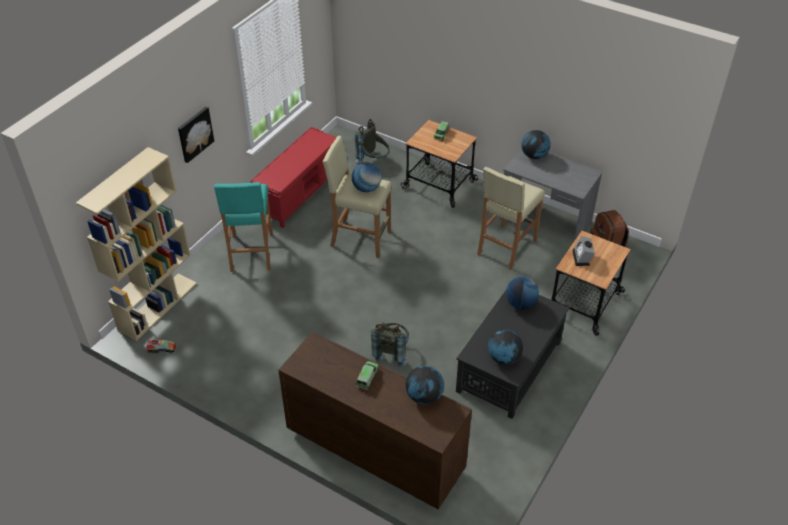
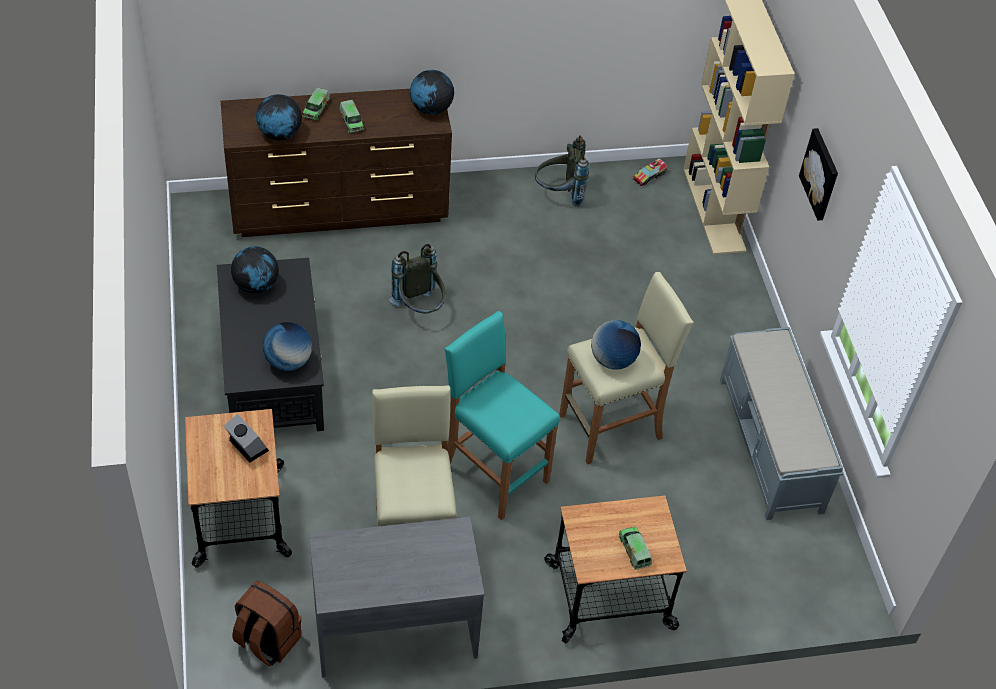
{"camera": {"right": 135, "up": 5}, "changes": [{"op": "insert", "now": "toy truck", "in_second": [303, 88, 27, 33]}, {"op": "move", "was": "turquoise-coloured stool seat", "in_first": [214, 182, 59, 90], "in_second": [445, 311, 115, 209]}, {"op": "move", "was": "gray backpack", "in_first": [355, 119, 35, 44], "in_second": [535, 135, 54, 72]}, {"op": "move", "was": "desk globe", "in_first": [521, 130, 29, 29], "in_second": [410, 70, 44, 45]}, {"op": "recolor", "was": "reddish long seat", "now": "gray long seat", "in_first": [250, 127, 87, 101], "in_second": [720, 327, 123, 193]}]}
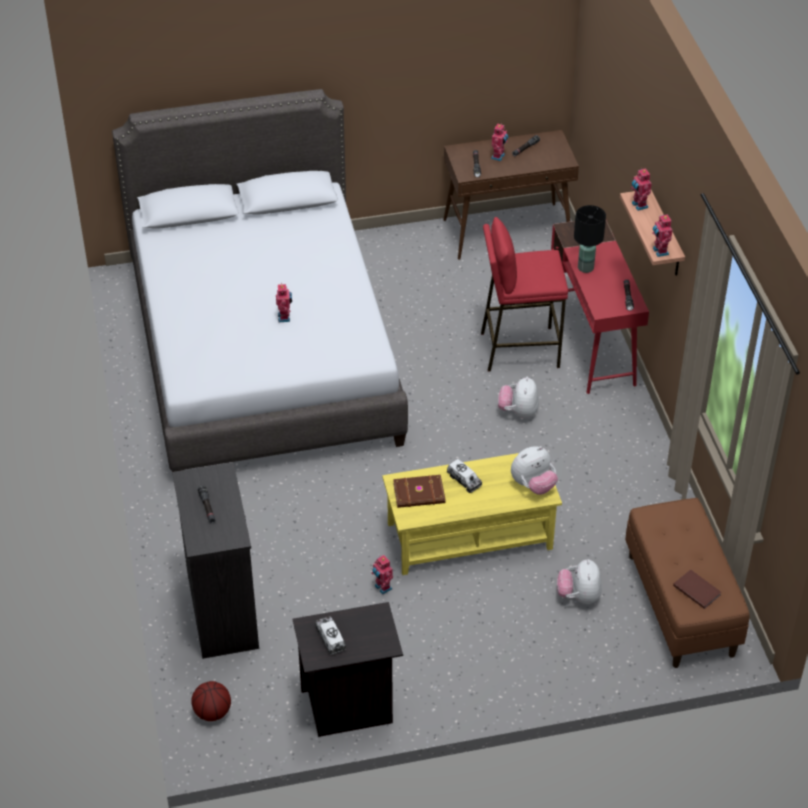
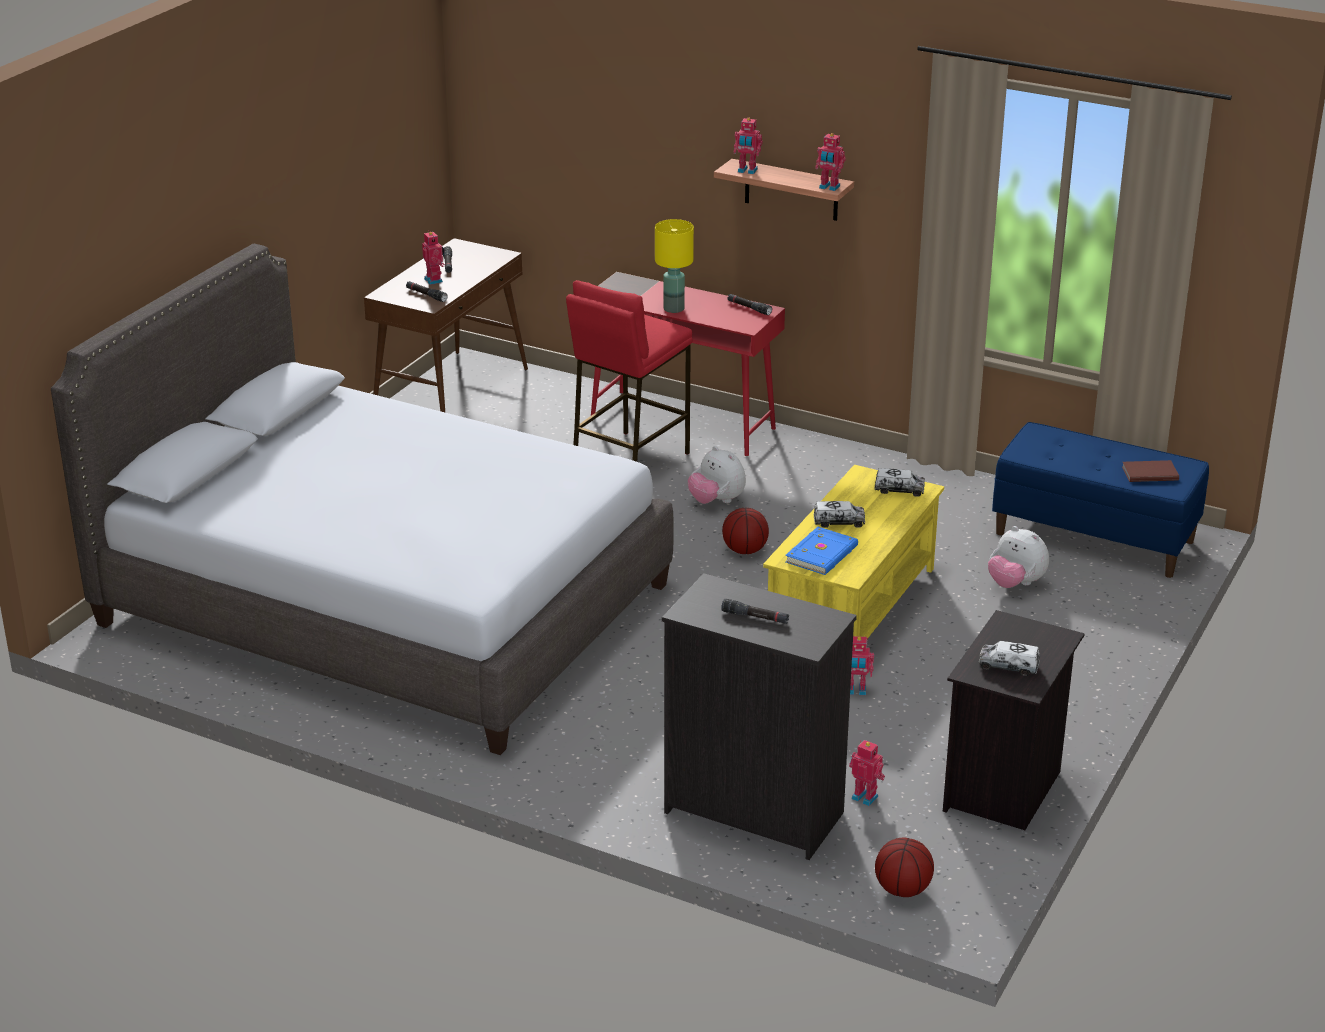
{"camera": {"right": -50, "up": -15}, "changes": [{"op": "insert", "now": "ball for basketball", "in_second": [722, 508, 47, 46]}, {"op": "move", "was": "model robot", "in_first": [276, 284, 16, 38], "in_second": [849, 740, 36, 66]}, {"op": "replace", "was": "cuddly toy", "now": "toy truck", "in_first": [511, 446, 47, 49], "in_second": [874, 468, 51, 29]}, {"op": "recolor", "was": "brownish bound book", "now": "blue bound book", "in_first": [393, 475, 53, 33], "in_second": [786, 527, 72, 48]}, {"op": "recolor", "was": "black-coloured lamp for a table", "now": "yellowish lamp for a table", "in_first": [574, 205, 32, 68], "in_second": [655, 219, 39, 94]}, {"op": "recolor", "was": "brownish long seat", "now": "blue long seat", "in_first": [625, 498, 124, 170], "in_second": [992, 422, 217, 156]}]}
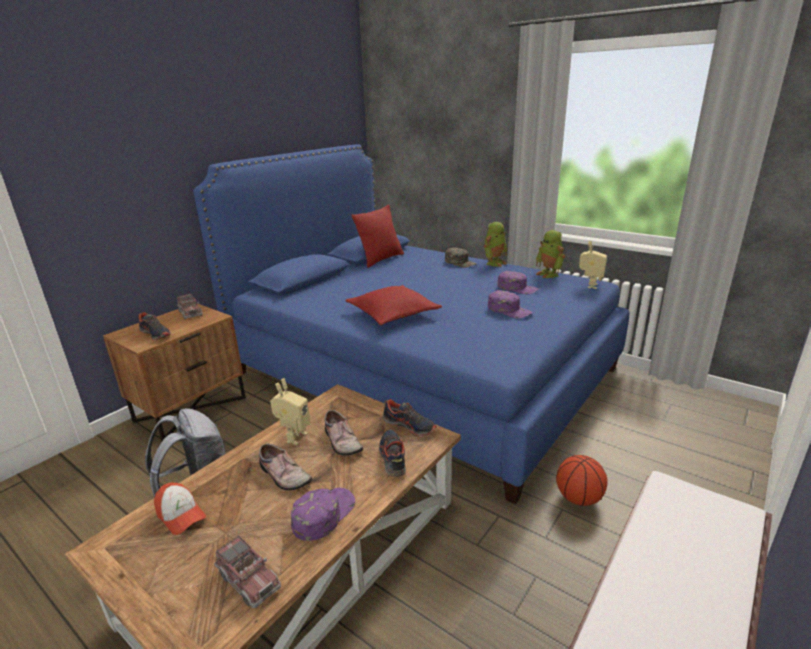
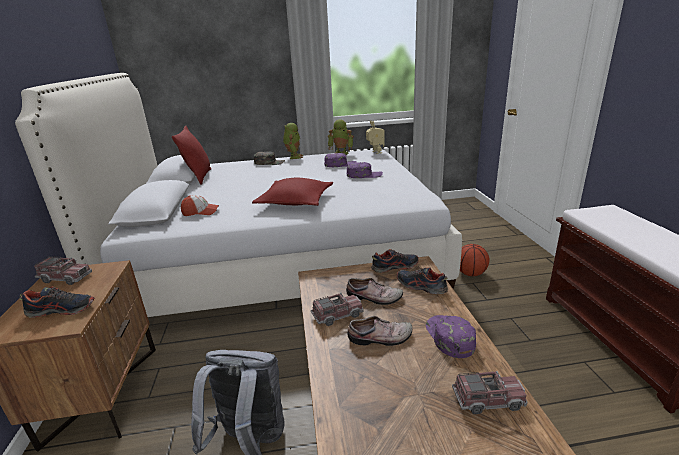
{"camera": {"right": -45, "up": 0}, "changes": [{"op": "move", "was": "baseball cap", "in_first": [154, 482, 52, 53], "in_second": [181, 195, 38, 21]}, {"op": "replace", "was": "model robot", "now": "toy truck", "in_first": [270, 378, 40, 67], "in_second": [311, 293, 53, 33]}, {"op": "recolor", "was": "blue bedroom bed", "now": "white bedroom bed", "in_first": [193, 144, 436, 360], "in_second": [15, 73, 447, 244]}]}
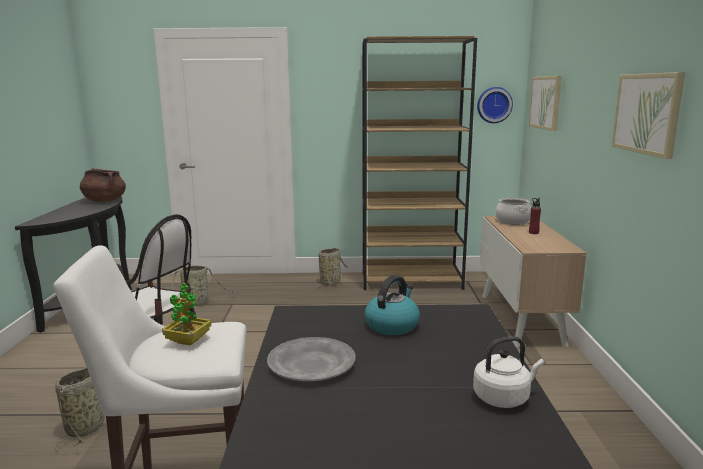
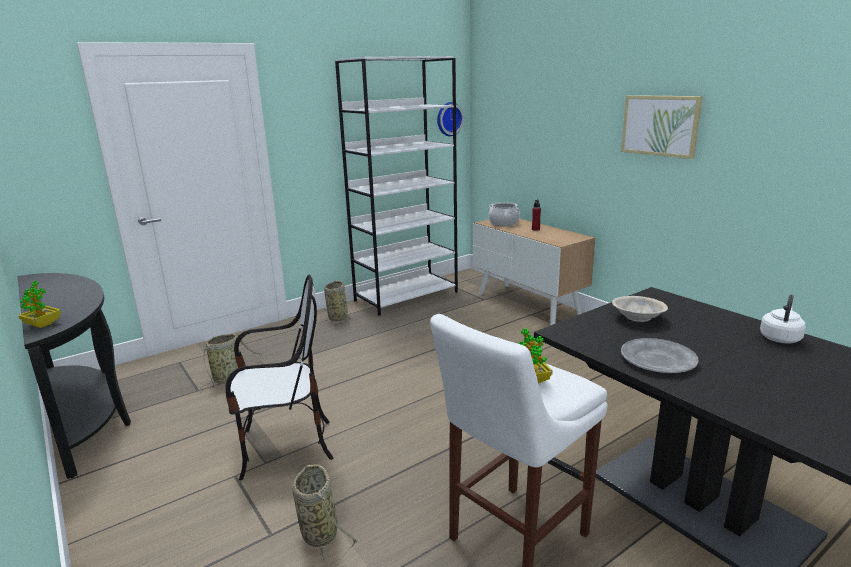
{"camera": {"right": -35, "up": 5}, "changes": [{"op": "delete", "was": "brownish saucepot", "in_first": [80, 168, 46, 34]}, {"op": "delete", "was": "wall art", "in_first": [529, 76, 33, 55]}, {"op": "insert", "now": "houseplant", "in_second": [18, 281, 43, 47]}, {"op": "replace", "was": "kettle", "now": "beige deep dish", "in_first": [365, 275, 55, 60], "in_second": [612, 296, 56, 26]}, {"op": "recolor", "was": "brownish bookcase", "now": "white bookcase", "in_first": [362, 36, 115, 254], "in_second": [335, 56, 123, 260]}]}
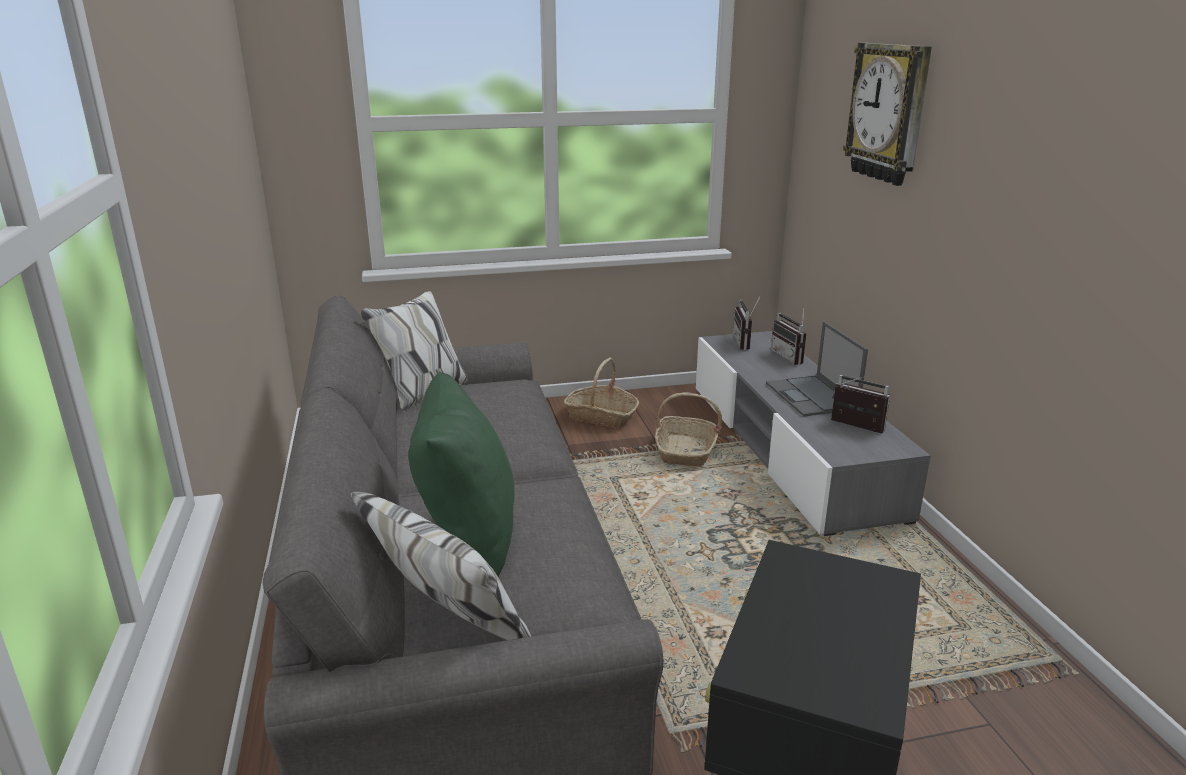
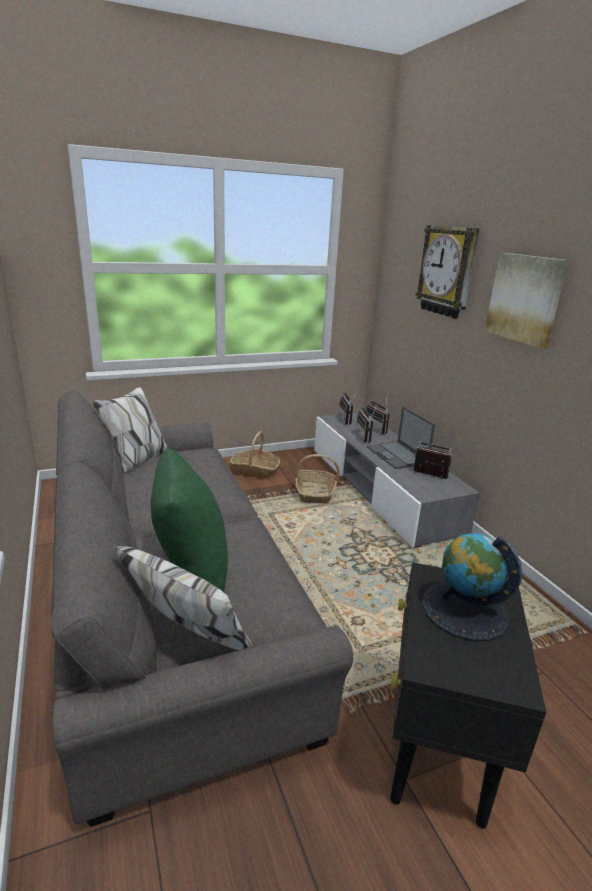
{"camera": {"right": -10, "up": 0}, "changes": [{"op": "insert", "now": "radio", "in_second": [356, 404, 21, 39]}, {"op": "insert", "now": "desk globe", "in_second": [422, 533, 100, 108]}, {"op": "insert", "now": "wall art", "in_second": [485, 253, 83, 95]}]}
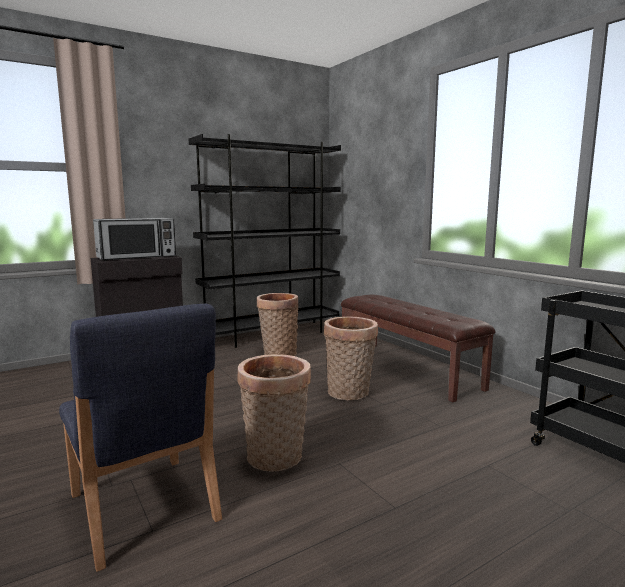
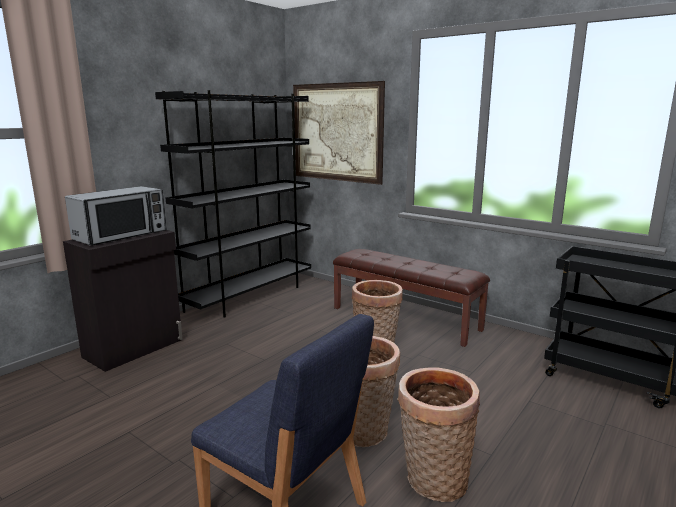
{"camera": {"right": -20, "up": 5}, "changes": [{"op": "insert", "now": "wall art", "in_second": [293, 81, 92, 104]}, {"op": "move", "was": "household basket", "in_first": [257, 293, 42, 63], "in_second": [397, 368, 83, 134]}]}
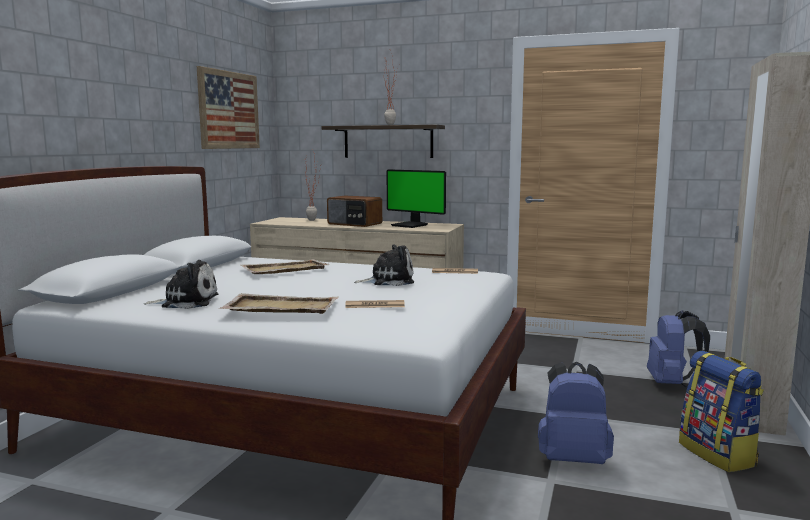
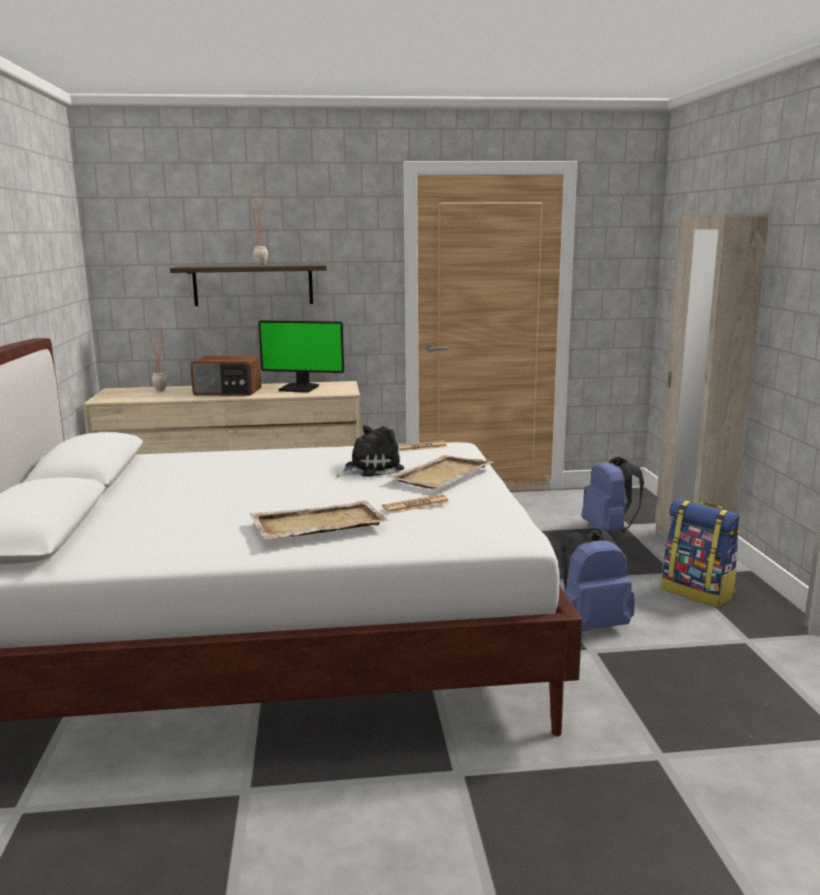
{"camera": {"right": -25, "up": 5}, "changes": [{"op": "delete", "was": "cuddly toy", "in_first": [144, 260, 74, 49]}, {"op": "delete", "was": "wall art", "in_first": [197, 66, 63, 83]}, {"op": "move", "was": "beige tray", "in_first": [240, 259, 90, 15], "in_second": [387, 455, 107, 34]}]}
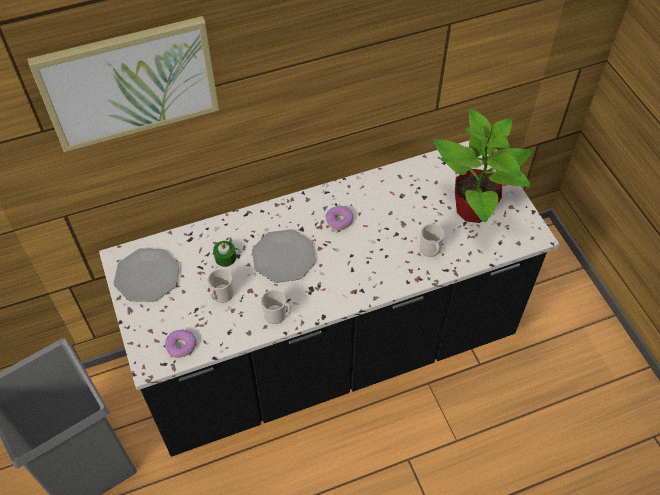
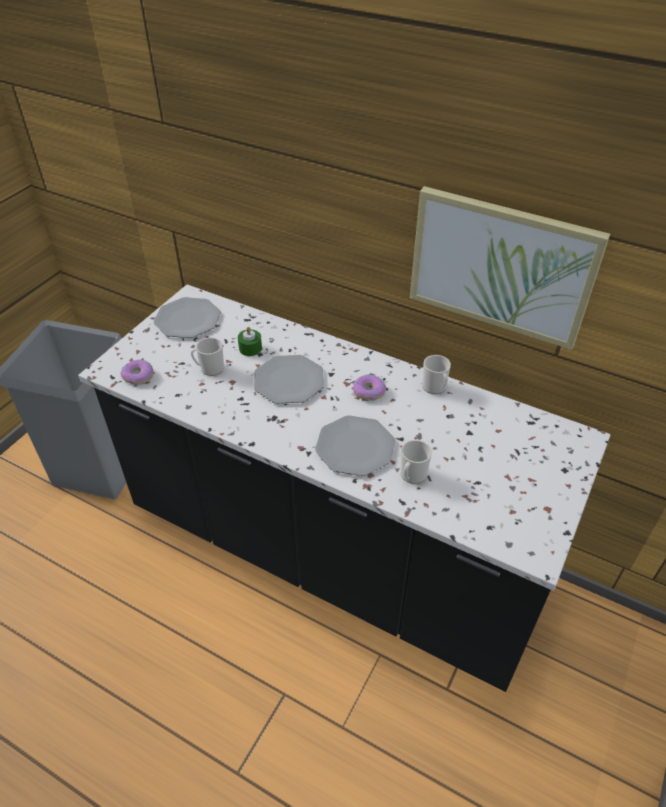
{"camera": {"right": 50, "up": -10}, "changes": [{"op": "delete", "was": "houseplant", "in_first": [433, 109, 100, 114]}, {"op": "insert", "now": "dinner plate", "in_second": [315, 415, 80, 61]}, {"op": "move", "was": "wall art", "in_first": [27, 16, 192, 136], "in_second": [410, 186, 200, 164]}, {"op": "move", "was": "tea mug", "in_first": [261, 290, 30, 34], "in_second": [422, 355, 29, 39]}]}
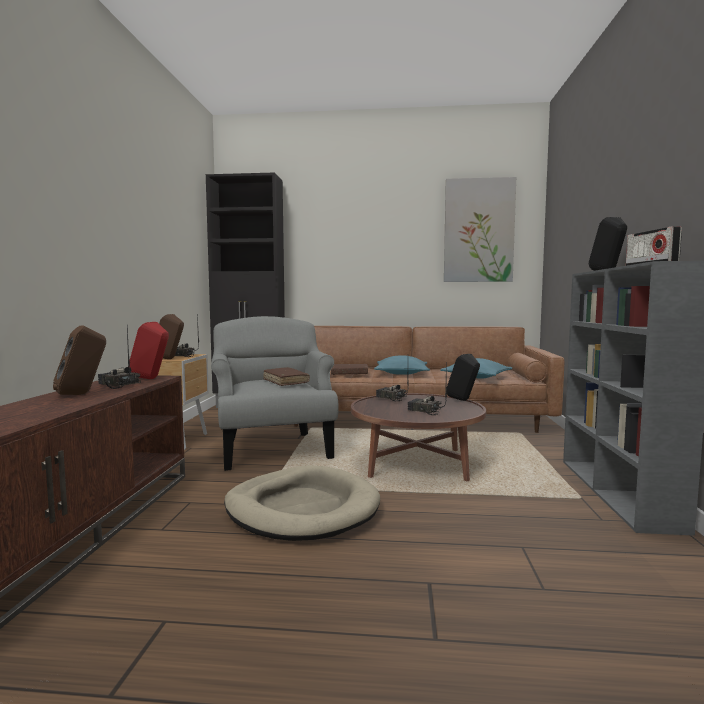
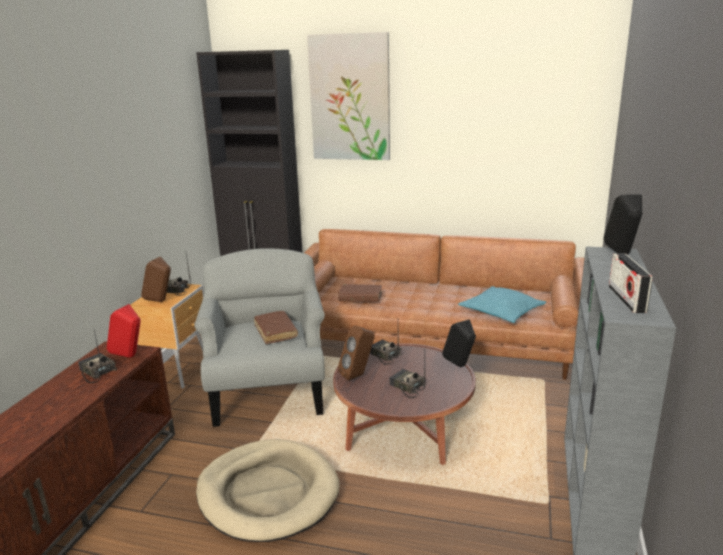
{"camera": {"right": 10, "up": 15}, "changes": [{"op": "delete", "was": "turquoise-coloured cushion", "in_first": [374, 355, 56, 20]}, {"op": "move", "was": "brownish loudspeaker", "in_first": [53, 326, 53, 69], "in_second": [338, 325, 37, 56]}, {"op": "move", "was": "wall art", "in_first": [444, 177, 72, 105], "in_second": [307, 32, 83, 128]}]}
